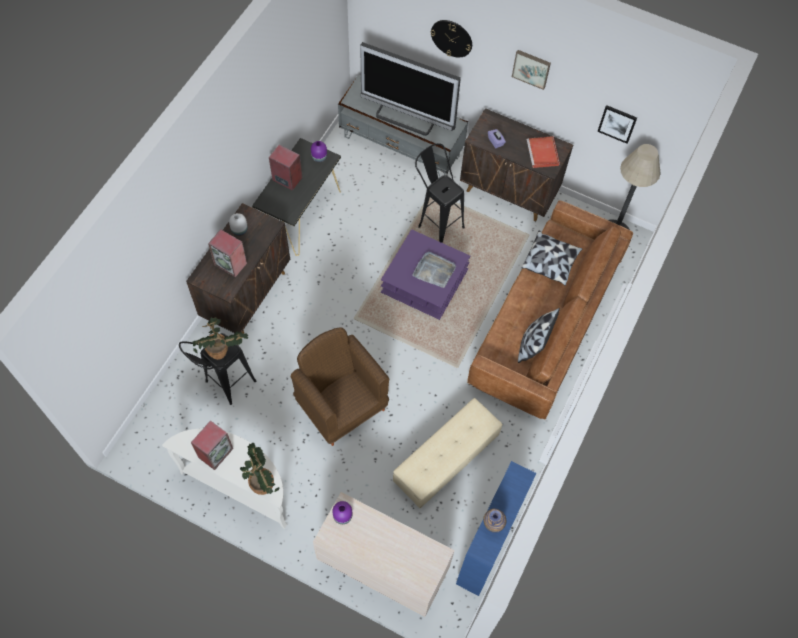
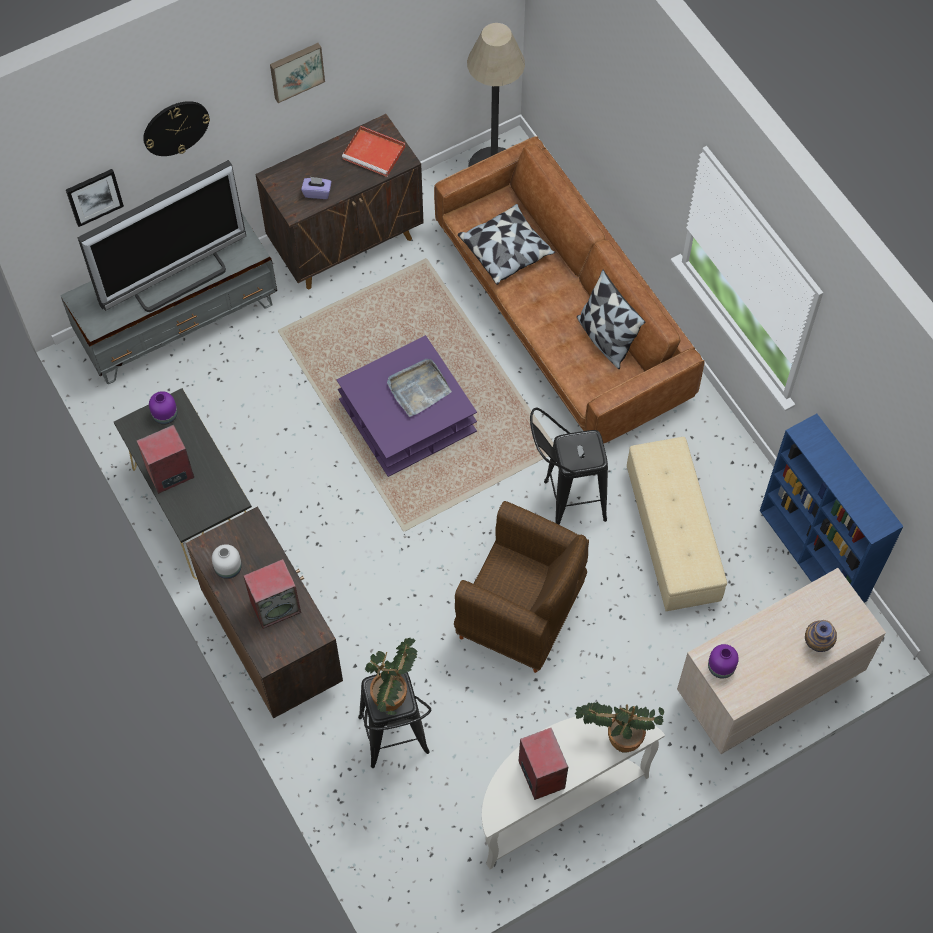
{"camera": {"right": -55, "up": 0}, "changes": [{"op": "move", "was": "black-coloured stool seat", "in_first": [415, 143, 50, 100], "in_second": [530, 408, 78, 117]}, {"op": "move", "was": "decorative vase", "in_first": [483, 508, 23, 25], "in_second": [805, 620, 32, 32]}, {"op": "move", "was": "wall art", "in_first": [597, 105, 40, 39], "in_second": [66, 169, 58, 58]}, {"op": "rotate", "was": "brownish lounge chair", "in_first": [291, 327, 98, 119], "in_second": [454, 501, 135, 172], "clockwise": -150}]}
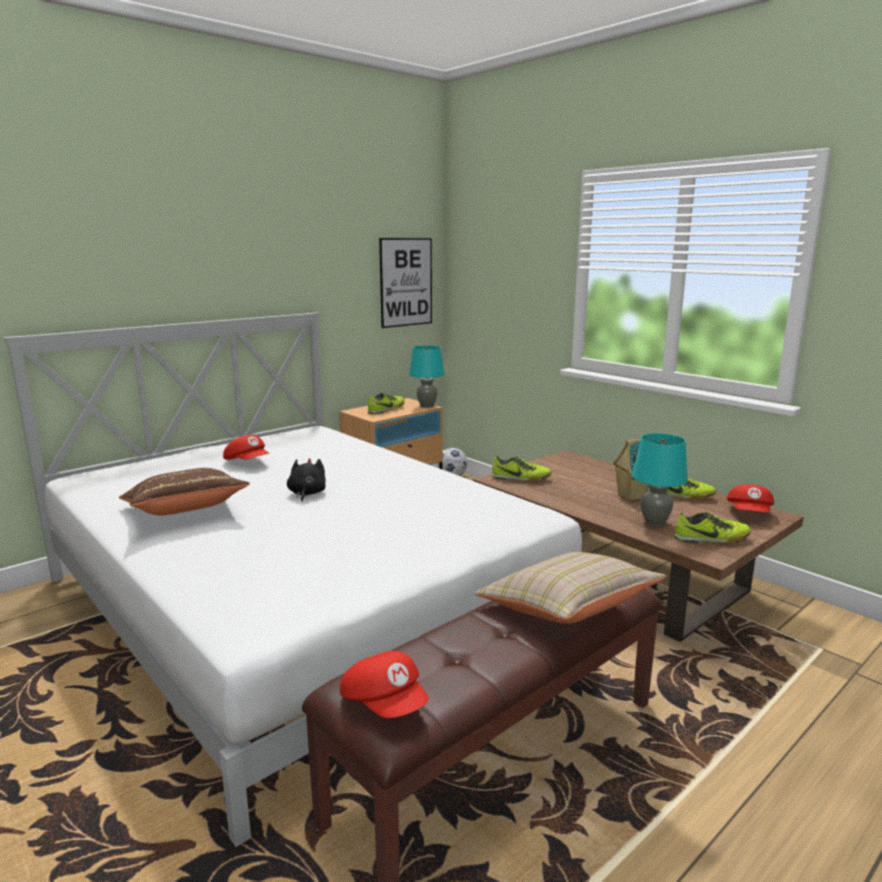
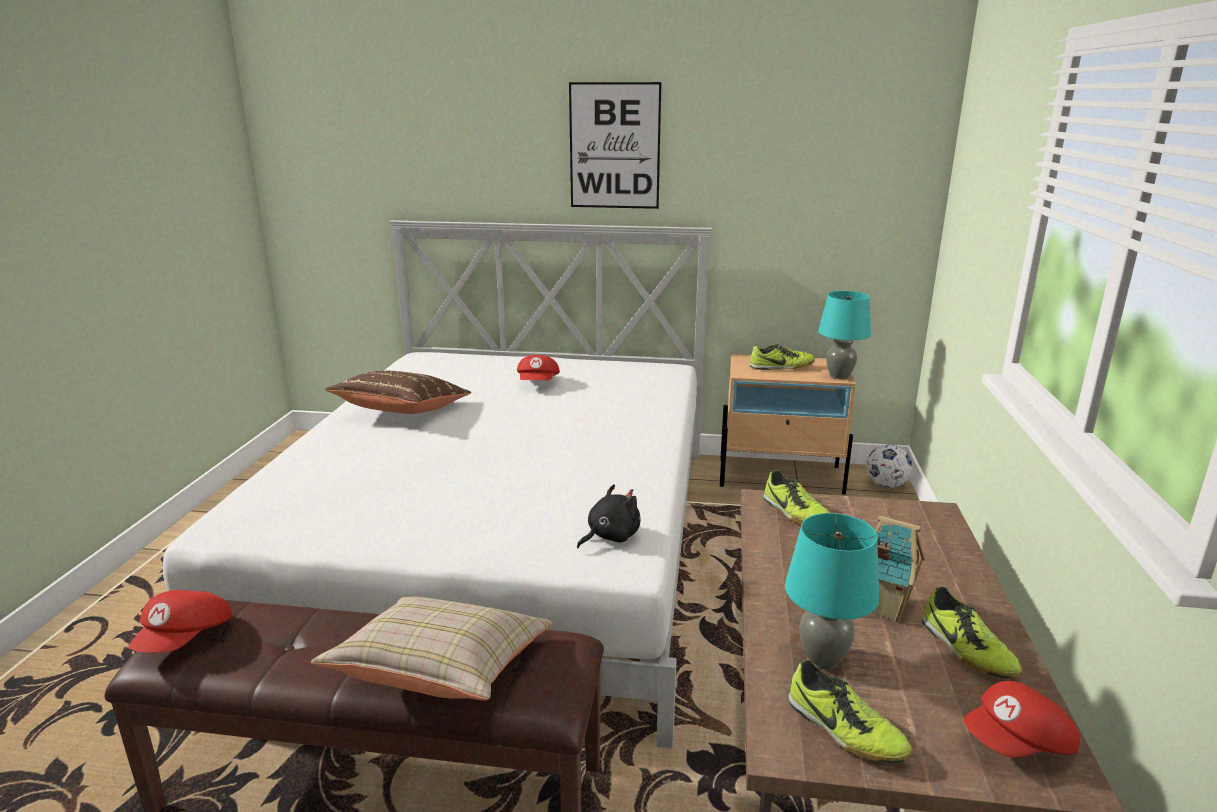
{"camera": {"right": 50, "up": 5}, "changes": [{"op": "move", "was": "black-coloured cuddly toy", "in_first": [287, 458, 39, 44], "in_second": [577, 484, 63, 64]}, {"op": "move", "was": "wall art", "in_first": [379, 238, 53, 90], "in_second": [569, 82, 93, 127]}]}
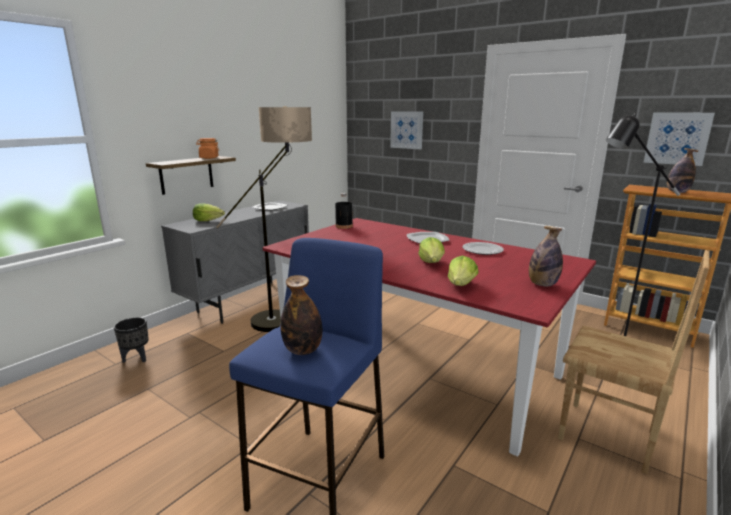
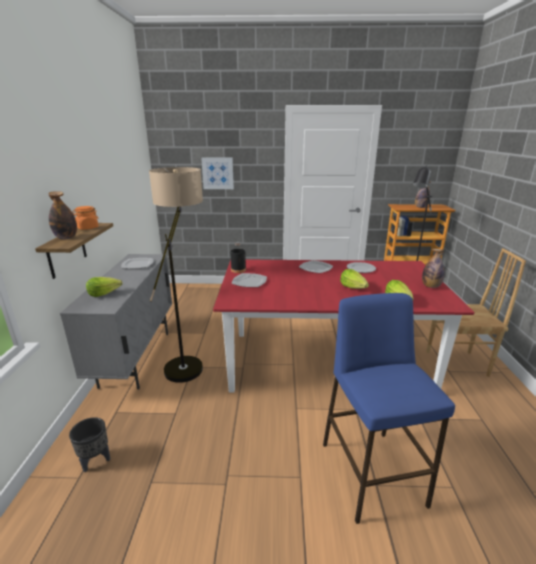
{"camera": {"right": -35, "up": 5}, "changes": [{"op": "delete", "was": "wall art", "in_first": [643, 112, 72, 54]}, {"op": "insert", "now": "dinner plate", "in_second": [232, 273, 35, 14]}, {"op": "move", "was": "drink bottle", "in_first": [280, 275, 42, 80], "in_second": [48, 191, 29, 48]}]}
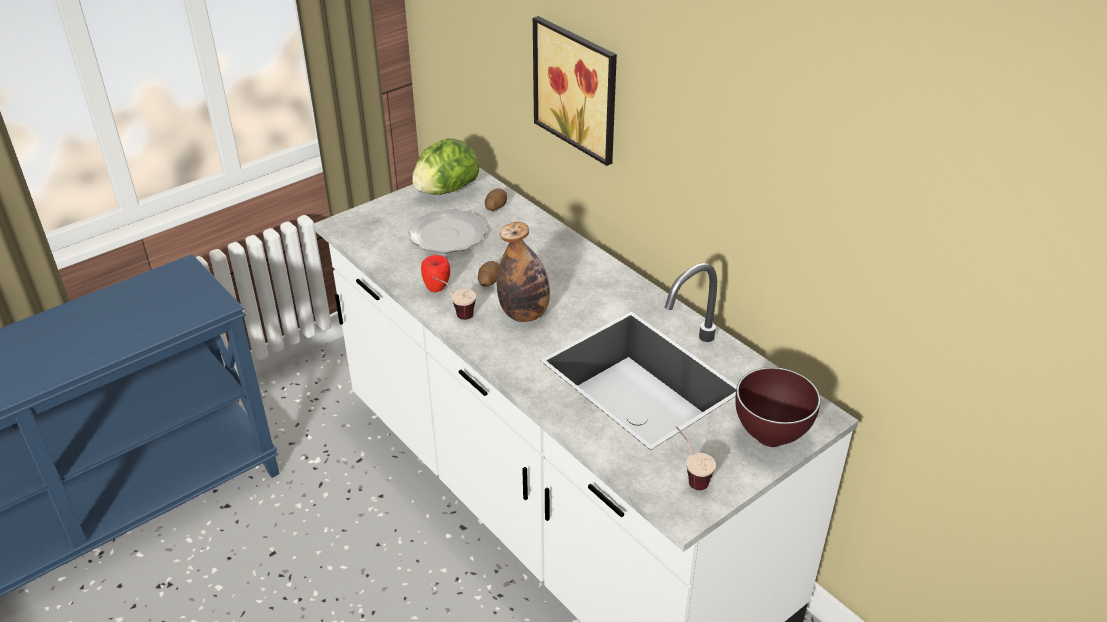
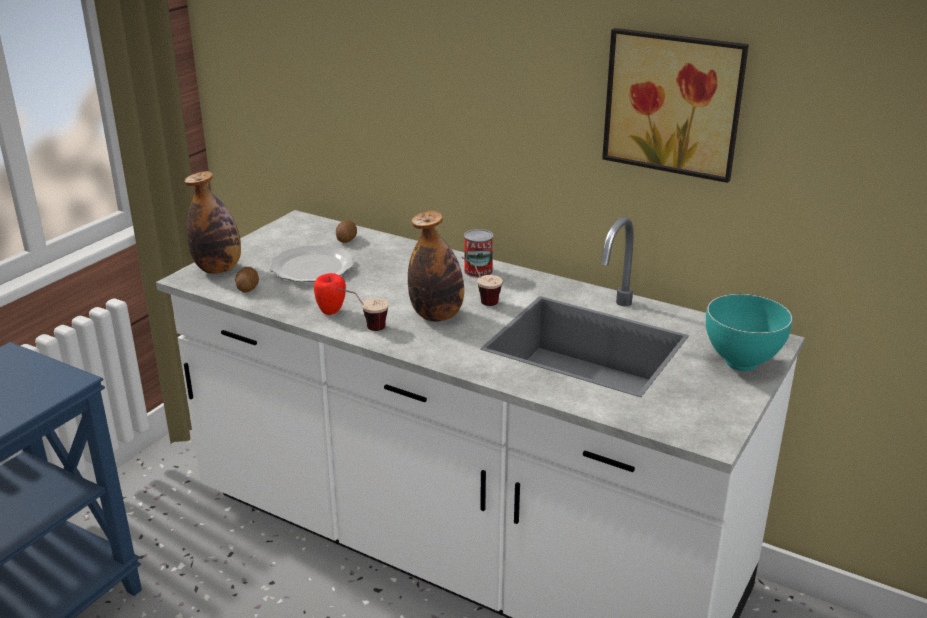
{"camera": {"right": -20, "up": -10}, "changes": [{"op": "delete", "was": "lettuce", "in_first": [412, 138, 67, 57]}, {"op": "insert", "now": "drink bottle", "in_second": [184, 171, 57, 103]}, {"op": "insert", "now": "sealed can", "in_second": [464, 229, 29, 49]}, {"op": "move", "was": "potato", "in_first": [478, 261, 21, 26], "in_second": [235, 267, 24, 26]}, {"op": "move", "was": "wall art", "in_first": [533, 16, 84, 150], "in_second": [602, 28, 147, 155]}, {"op": "move", "was": "cup", "in_first": [676, 426, 40, 64], "in_second": [461, 257, 42, 49]}, {"op": "recolor", "was": "brownish deep dish", "now": "turquoise-coloured deep dish", "in_first": [735, 367, 86, 80], "in_second": [706, 294, 87, 77]}]}
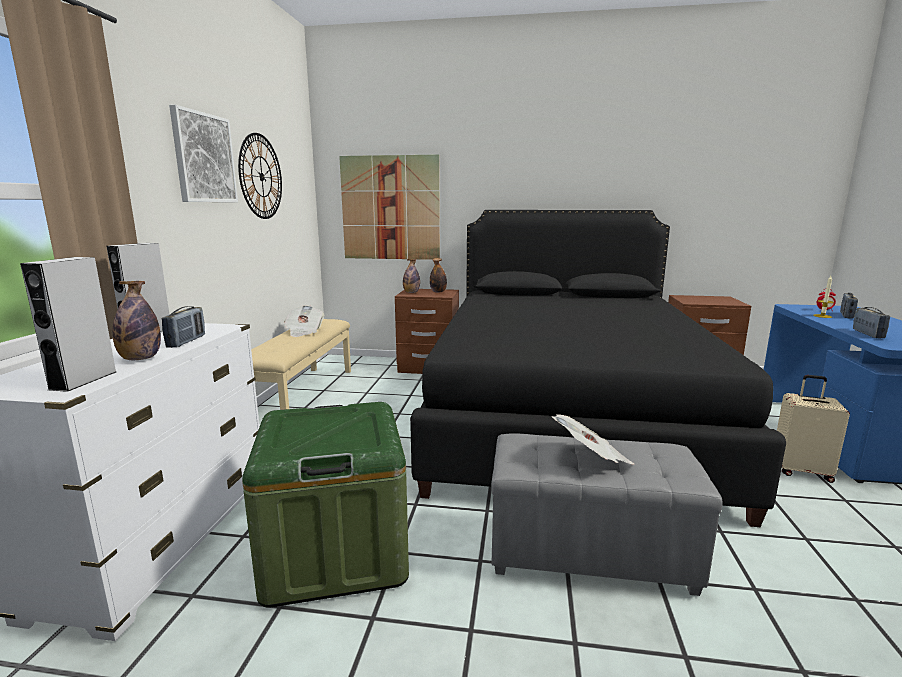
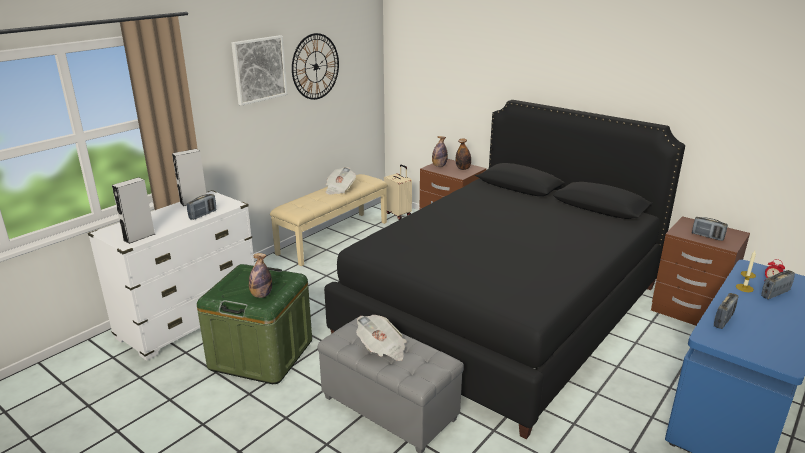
{"camera": {"right": 30, "up": 10}, "changes": [{"op": "delete", "was": "wall art", "in_first": [339, 155, 101, 105]}, {"op": "insert", "now": "radio", "in_second": [692, 217, 36, 24]}, {"op": "move", "was": "drink bottle", "in_first": [113, 281, 48, 79], "in_second": [249, 253, 23, 45]}, {"op": "move", "was": "beige travel case", "in_first": [777, 375, 73, 108], "in_second": [384, 164, 28, 56]}]}
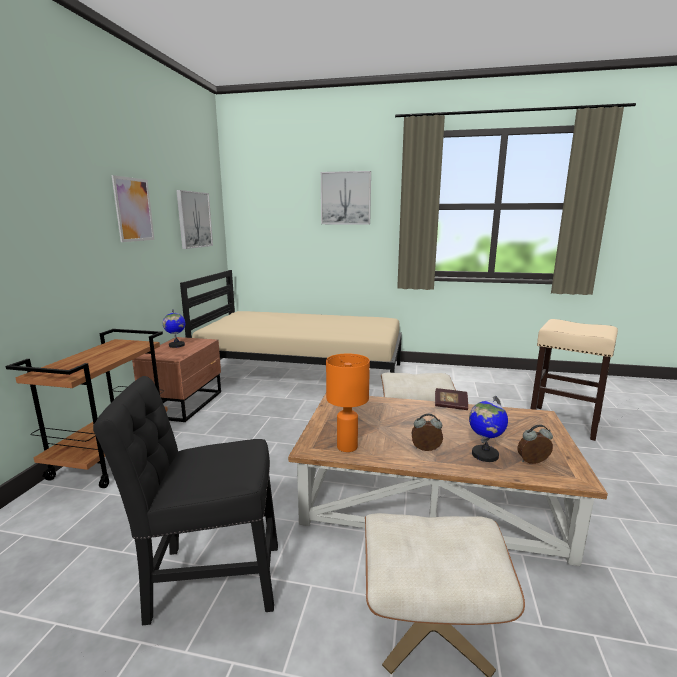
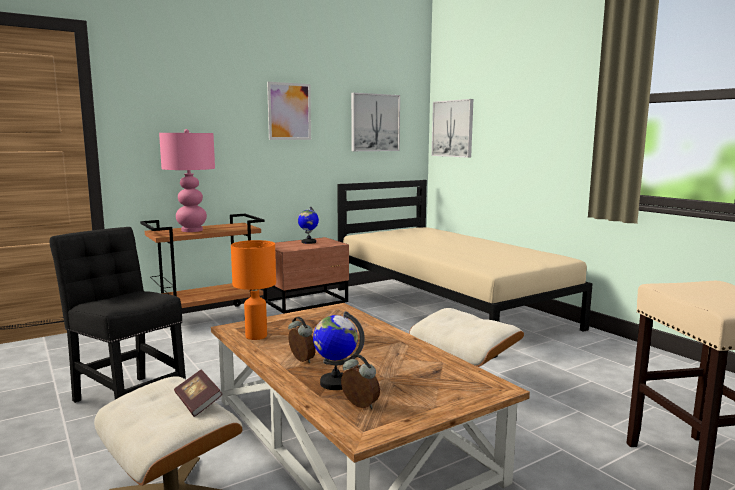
{"camera": {"right": 45, "up": -5}, "changes": [{"op": "insert", "now": "pink-coloured lamp for a table", "in_second": [159, 129, 56, 103]}, {"op": "move", "was": "wall art", "in_first": [321, 171, 50, 53], "in_second": [432, 99, 41, 59]}, {"op": "move", "was": "bound book", "in_first": [435, 388, 33, 22], "in_second": [174, 370, 49, 47]}]}
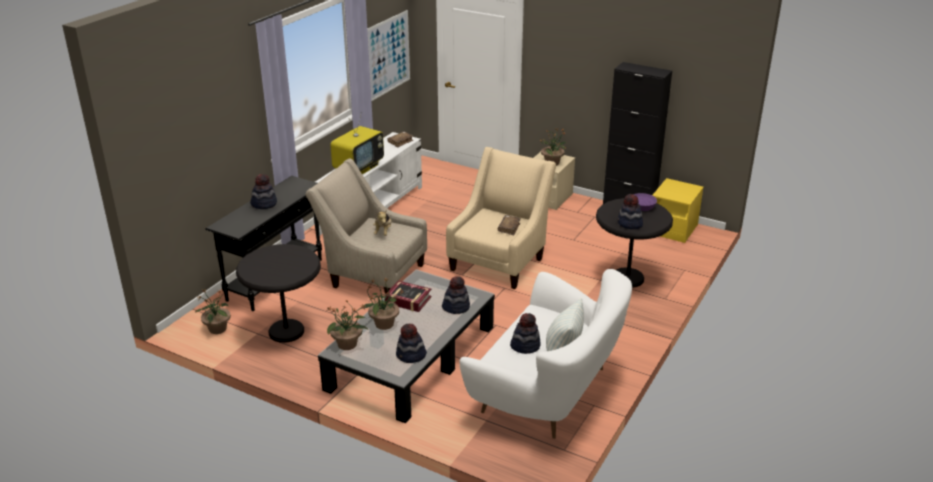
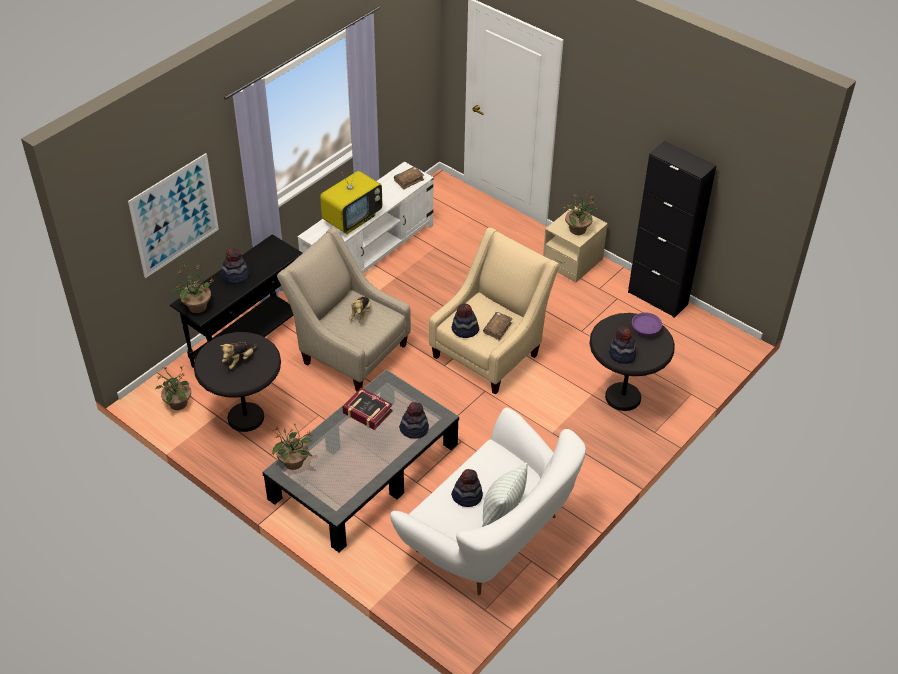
{"camera": {"right": 10, "up": 15}, "changes": [{"op": "delete", "was": "yellowish nightstand", "in_first": [652, 178, 52, 65]}, {"op": "insert", "now": "cuddly toy", "in_second": [220, 342, 38, 27]}, {"op": "move", "was": "houseplant", "in_first": [361, 278, 42, 52], "in_second": [171, 264, 44, 49]}, {"op": "move", "was": "wall art", "in_first": [367, 10, 43, 91], "in_second": [128, 153, 91, 125]}, {"op": "move", "was": "clothing hat", "in_first": [396, 324, 31, 39], "in_second": [452, 304, 27, 34]}]}
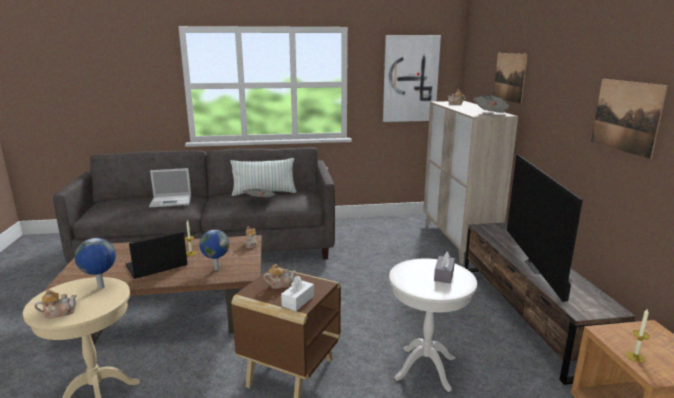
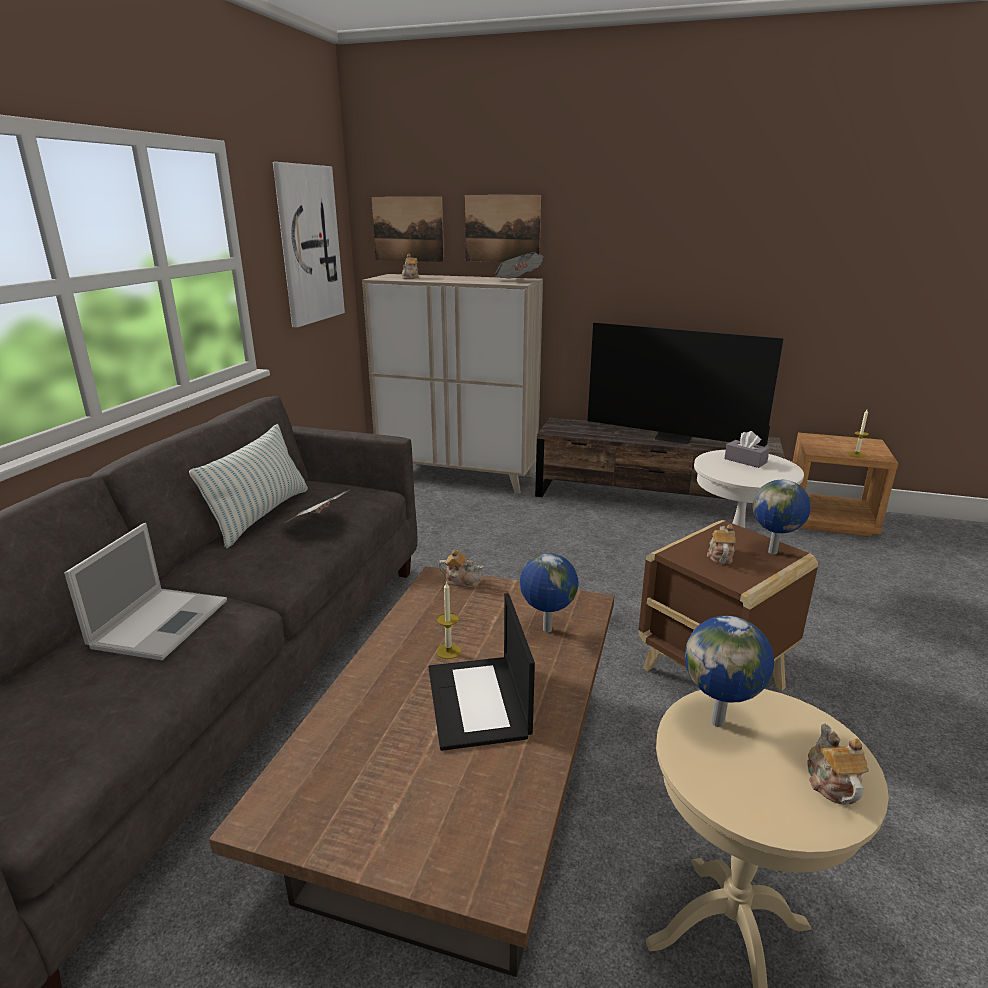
{"camera": {"right": -65, "up": 5}, "changes": [{"op": "move", "was": "wall art", "in_first": [591, 79, 77, 80], "in_second": [372, 197, 72, 65]}, {"op": "replace", "was": "white tissue box", "now": "desk globe", "in_first": [281, 276, 33, 35], "in_second": [753, 480, 58, 74]}]}
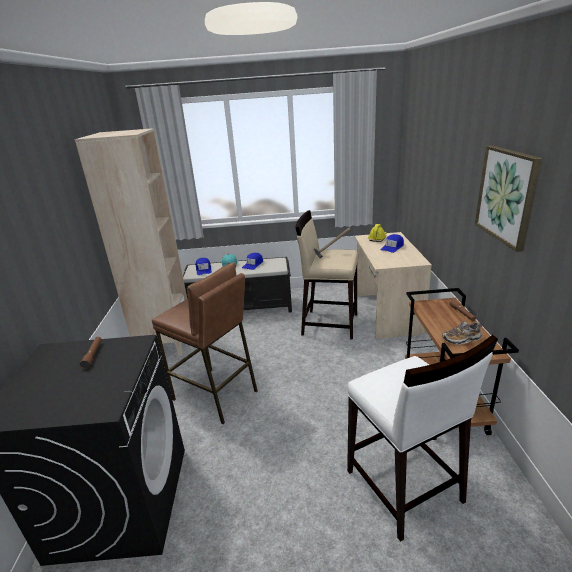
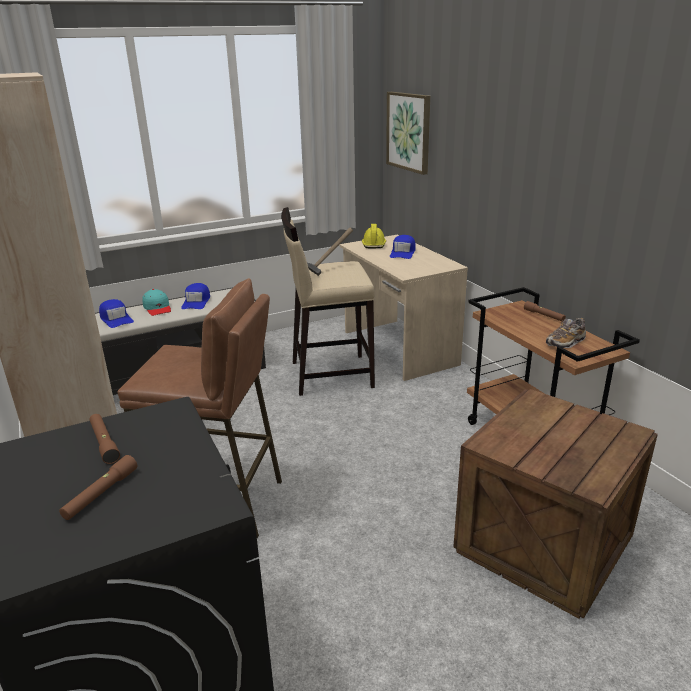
{"camera": {"right": -25, "up": 0}, "changes": [{"op": "insert", "now": "brownish hand torch", "in_second": [59, 455, 78, 65]}, {"op": "move", "was": "wall art", "in_first": [475, 145, 67, 107], "in_second": [386, 92, 44, 83]}, {"op": "replace", "was": "white stool seat", "now": "shipping crate", "in_first": [347, 335, 151, 207], "in_second": [453, 389, 205, 230]}]}
